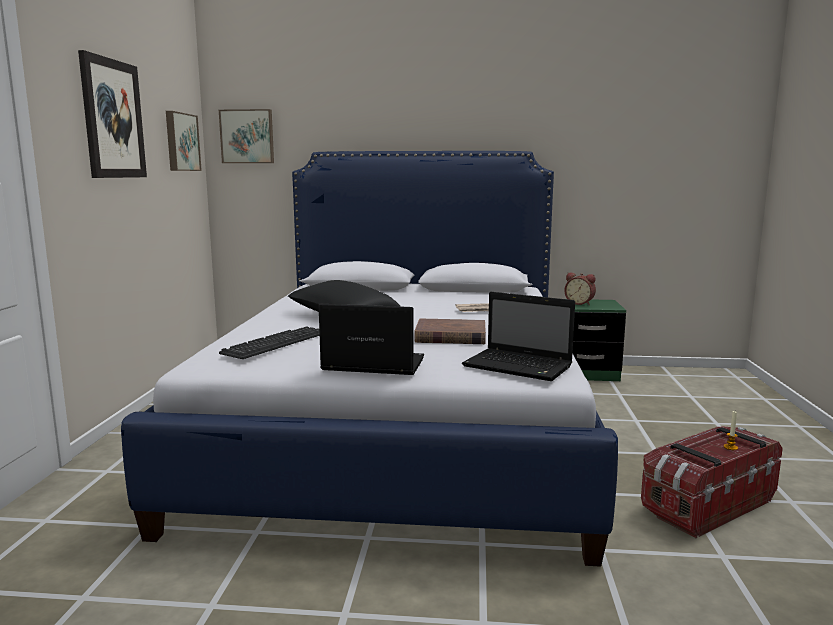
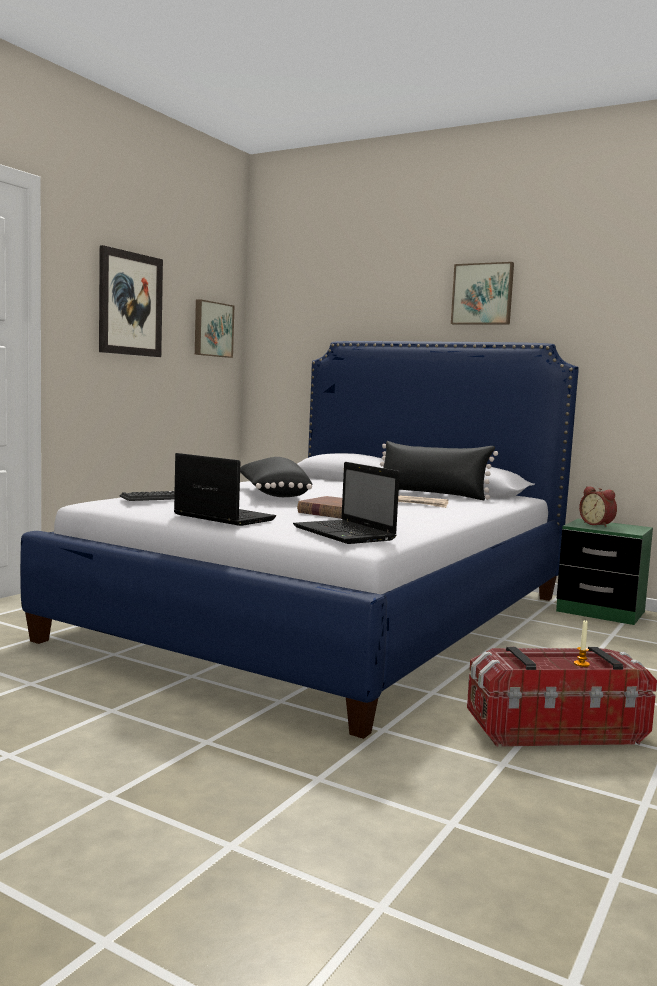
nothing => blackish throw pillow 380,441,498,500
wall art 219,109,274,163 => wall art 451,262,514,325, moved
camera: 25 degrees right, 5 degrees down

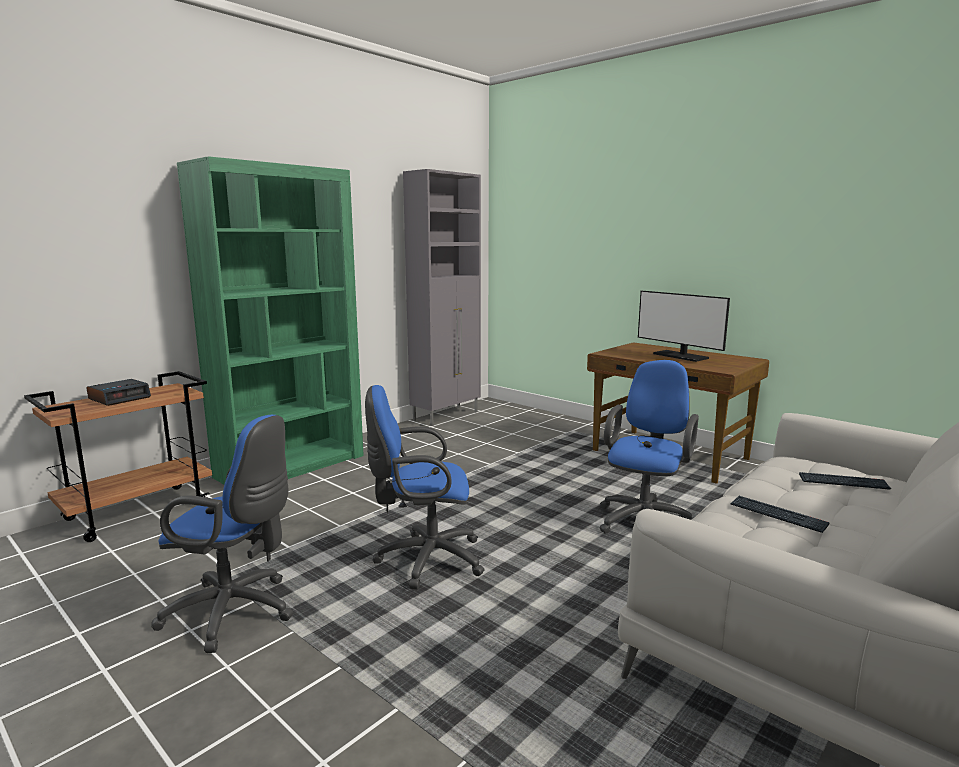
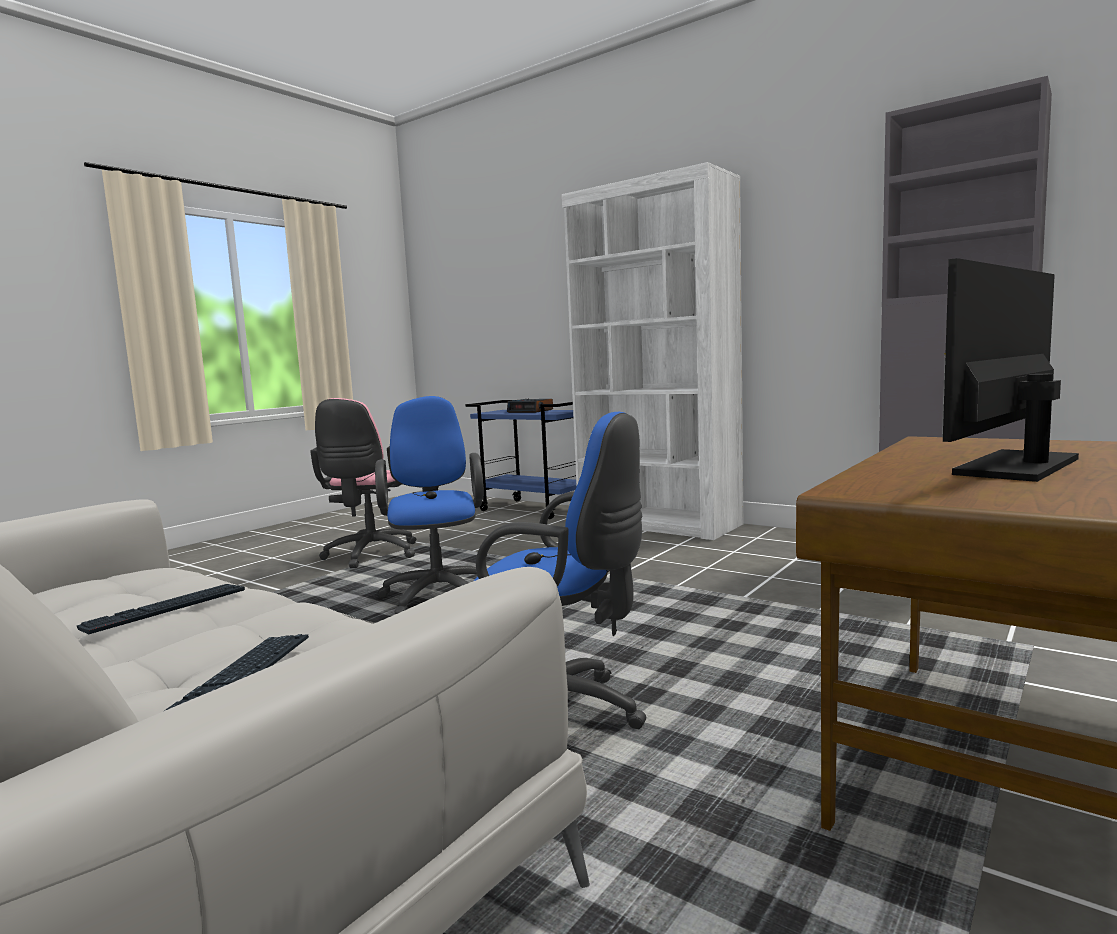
bluish office chair 151,415,293,653 => pink office chair 310,398,417,568
brownish cart 24,371,212,542 => bluish cart 465,400,577,519
green-coloured bookcase 177,156,364,485 => white bookcase 562,162,743,540
camera: 85 degrees right, 5 degrees down

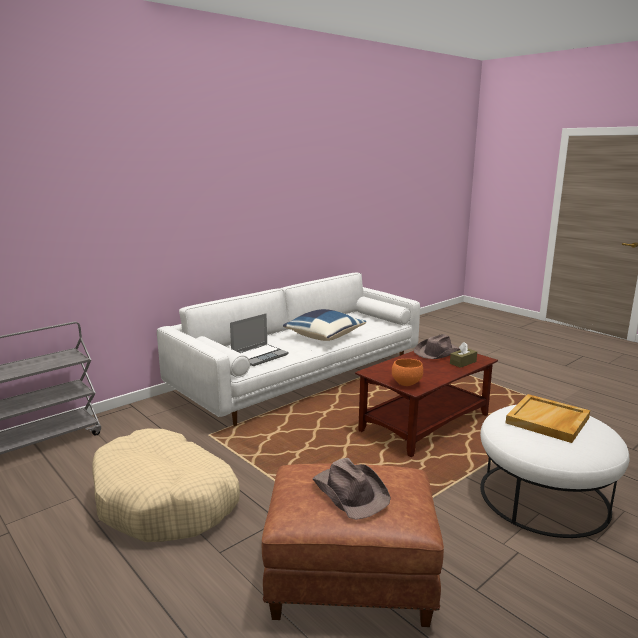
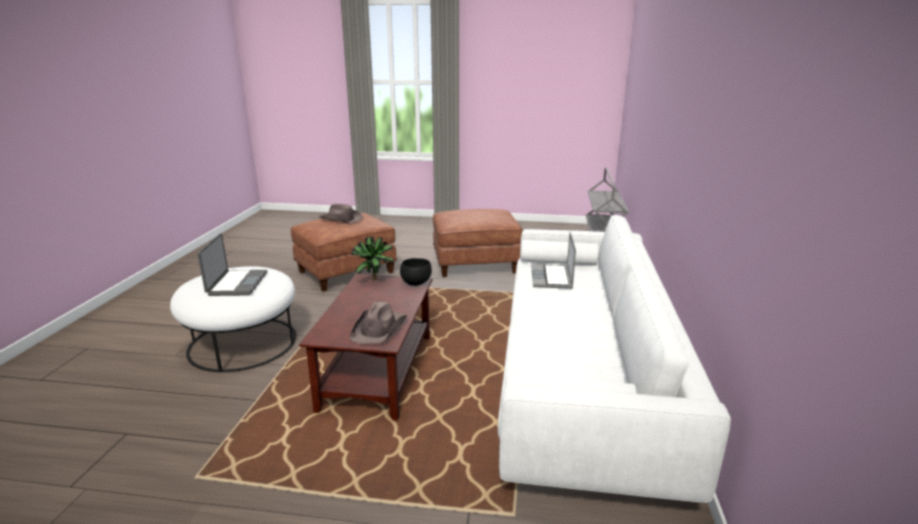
sand-coloured tray 506,394,590,443 => notebook computer 197,234,267,296
orangey bowl 392,359,423,386 => houseplant 351,237,394,280
nothing => blackish bowl 400,258,432,286
sand-coloured dog cushion 93,428,240,542 => brownish pouffe 433,209,523,277
bluish throw pillow 283,309,366,341 => nothing
brownish box of tissues 450,342,477,368 => nothing
camera: 140 degrees right, 5 degrees up

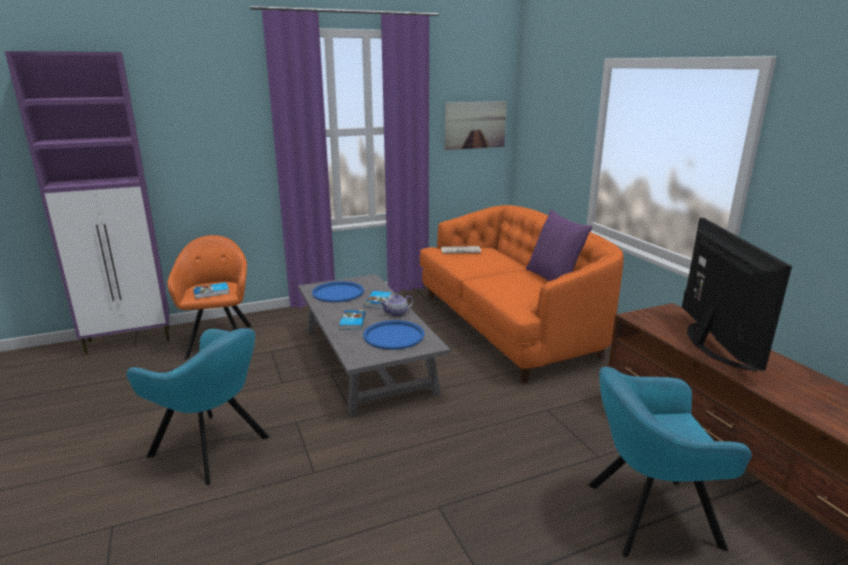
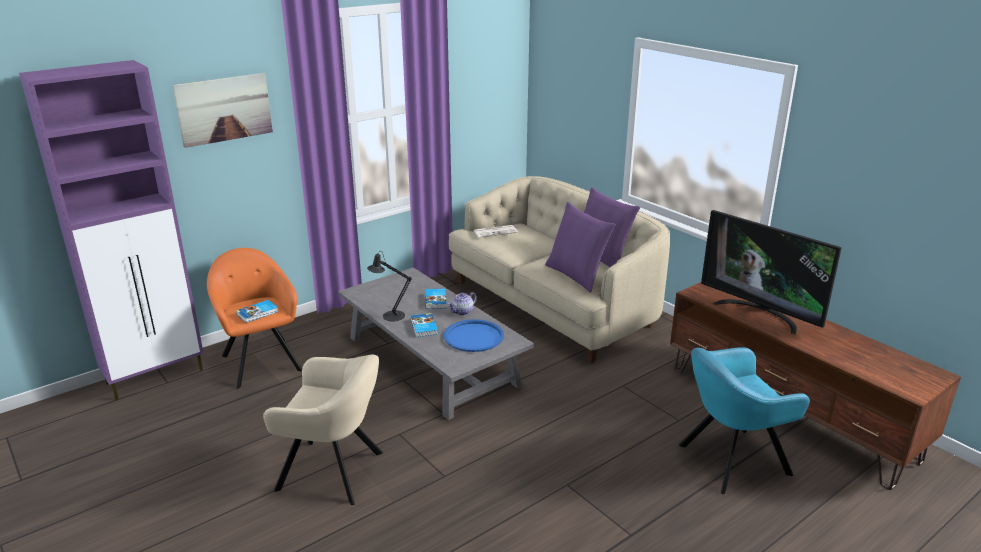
wall art 445,101,507,150 => wall art 172,73,273,148, moved
blue-green armchair 126,328,270,485 => sand-coloured armchair 263,355,383,505
nothing => blackish tabletop lamp 367,251,412,322
orangey settee 420,205,623,383 => sand-coloured settee 449,176,670,364
nothing => purple-coloured throw pillow 545,202,616,293
TV 682,218,792,371 => TV 701,210,842,335, 150 degrees clockwise
bluish tray 312,281,364,302 => nothing
camera: 15 degrees left, 5 degrees up

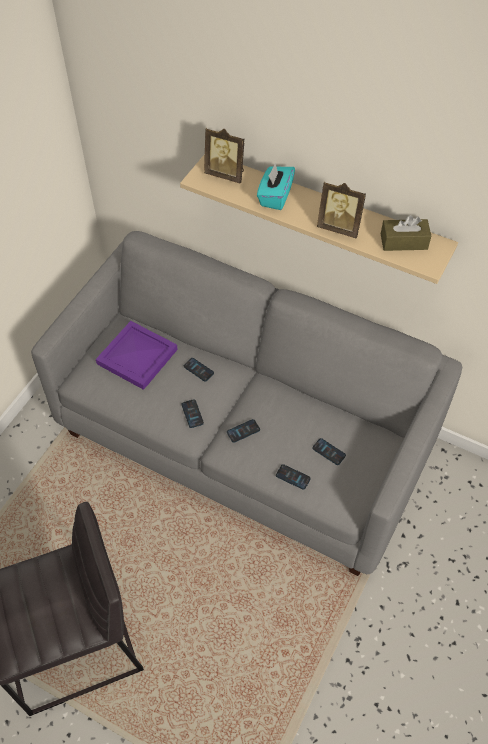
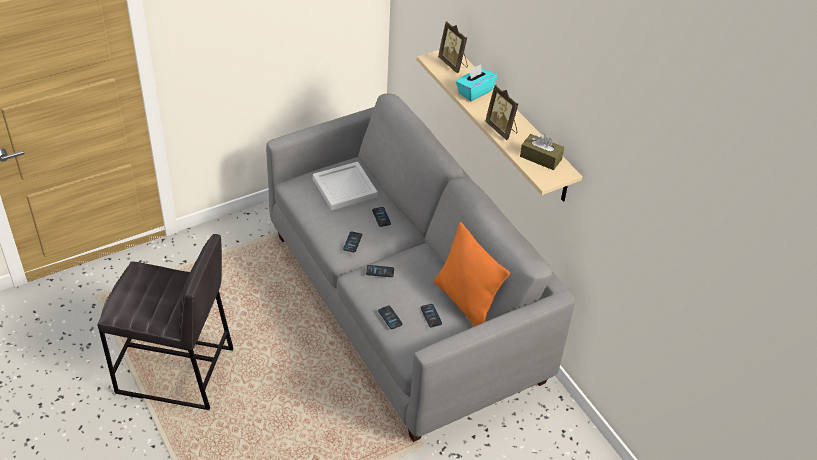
purple-coloured tray 96,321,178,390 => white tray 313,162,378,211
nothing => orangey throw pillow 434,222,510,326
camera: 30 degrees right, 10 degrees down

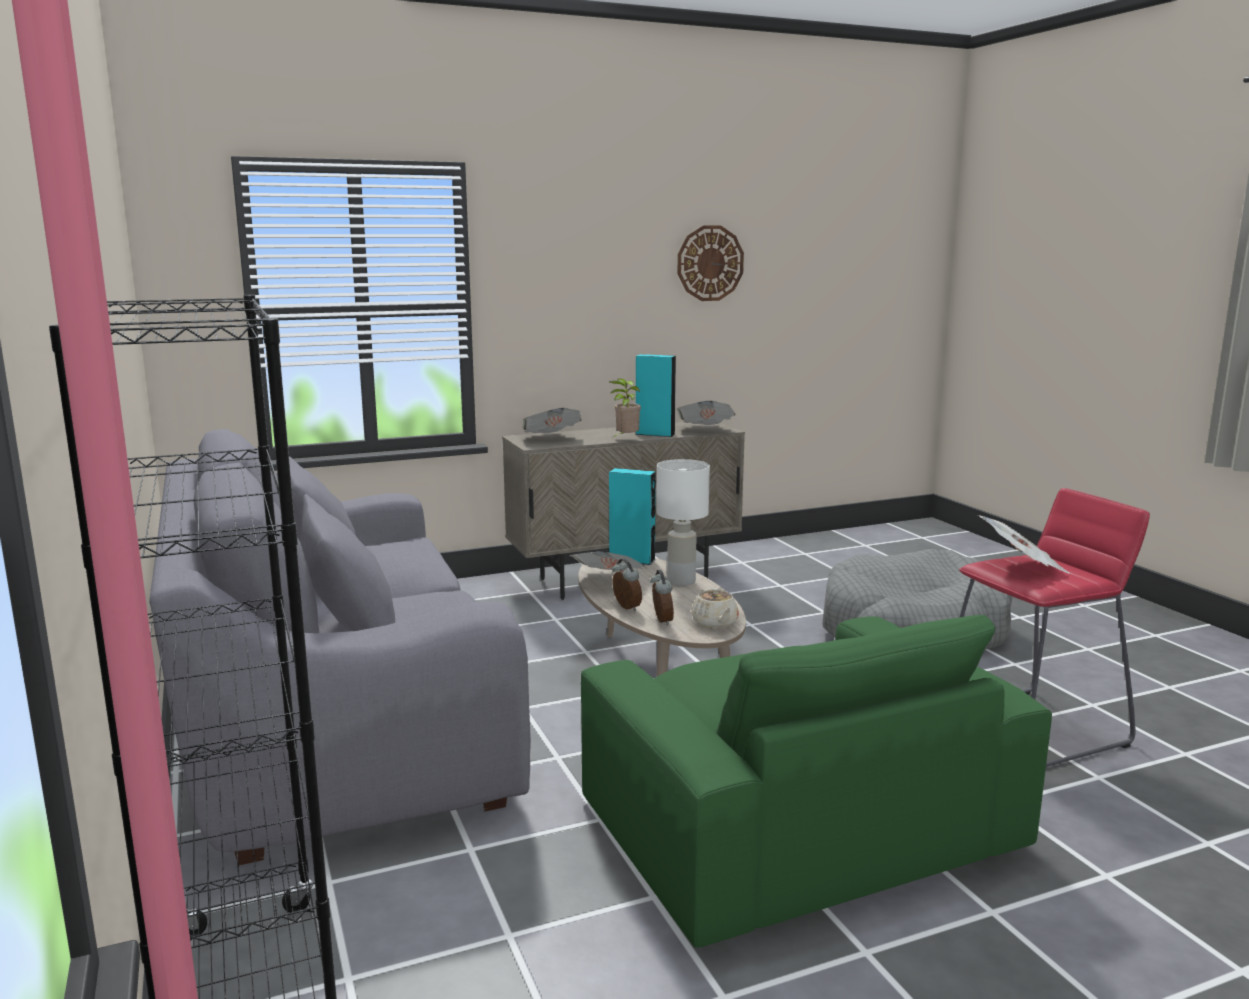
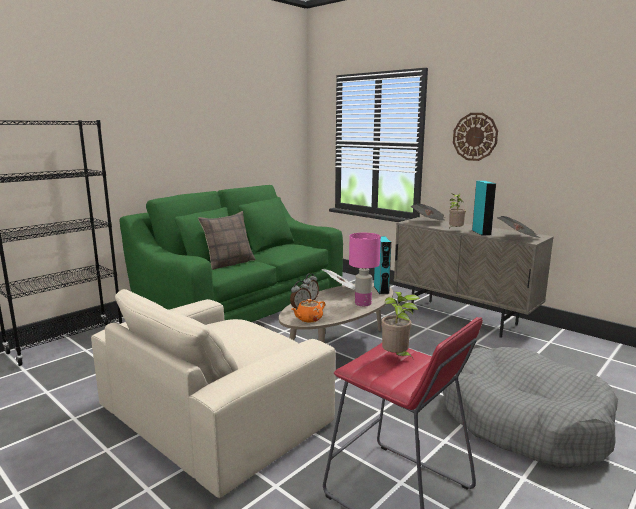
green-coloured armchair 581,615,1052,948 => sand-coloured armchair 91,289,335,498
gray settee 149,429,531,865 => green-coloured settee 119,185,343,322
nothing => throw pillow 198,211,255,270
sand-coloured teapot 691,587,739,629 => orangey teapot 292,299,325,322
white tabletop lamp 656,459,710,585 => pink tabletop lamp 349,233,381,306
printed paper 978,515,1071,574 => houseplant 381,292,420,358
clock on the wall 678,226,744,301 => clock on the wall 453,113,498,161, moved
camera: 65 degrees right, 0 degrees up

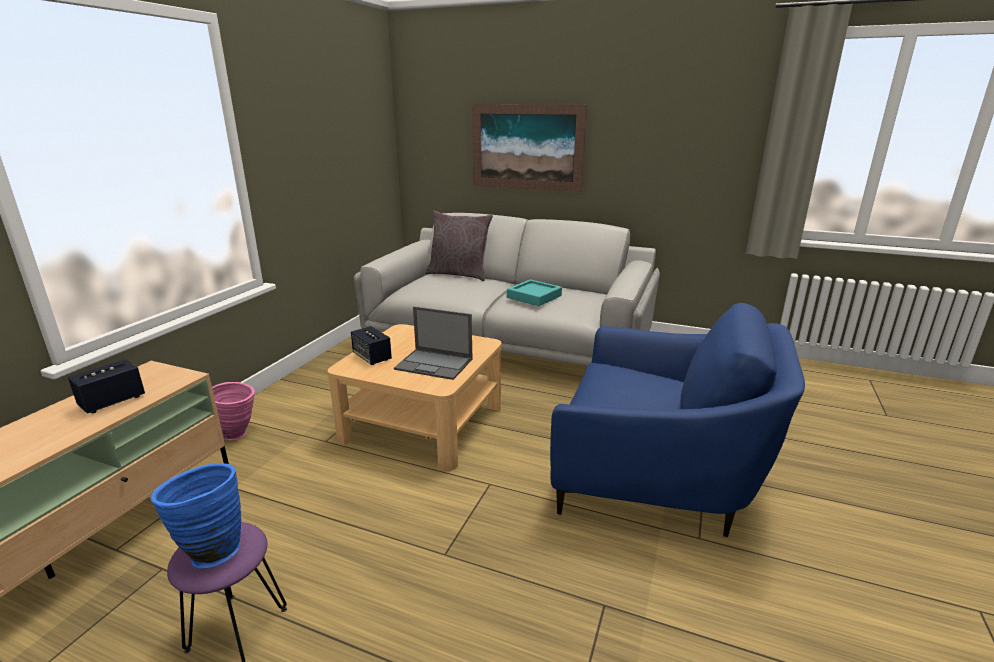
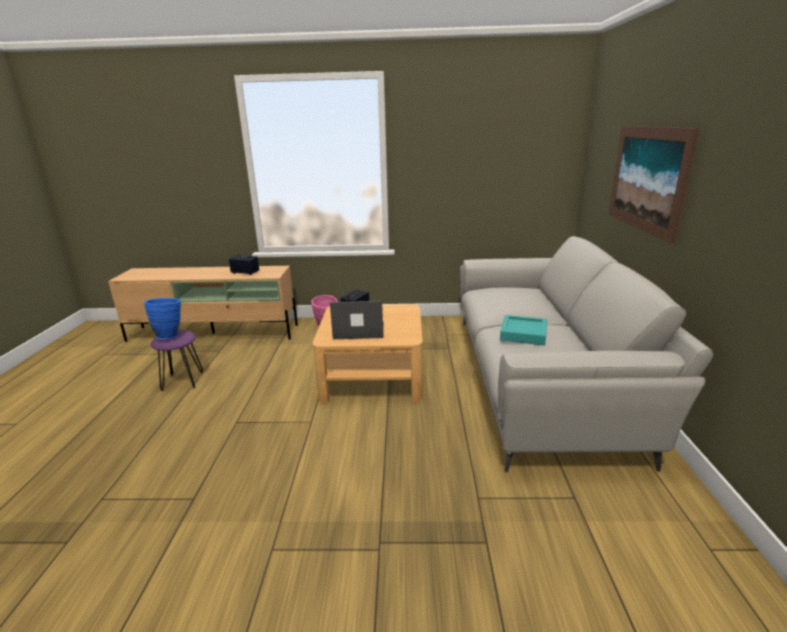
notebook computer 394,306,473,380 => notebook computer 330,301,384,339, 90 degrees clockwise
gray throw pillow 426,211,493,281 => nothing
bluish armchair 550,303,805,537 => nothing
camera: 70 degrees right, 0 degrees up

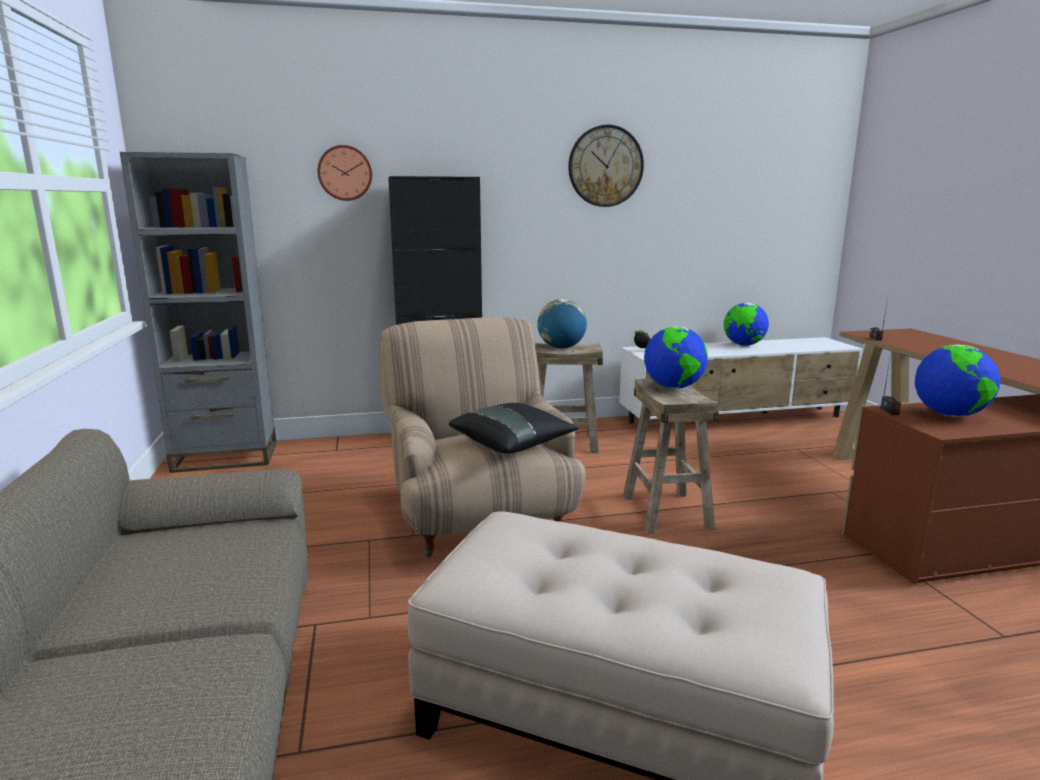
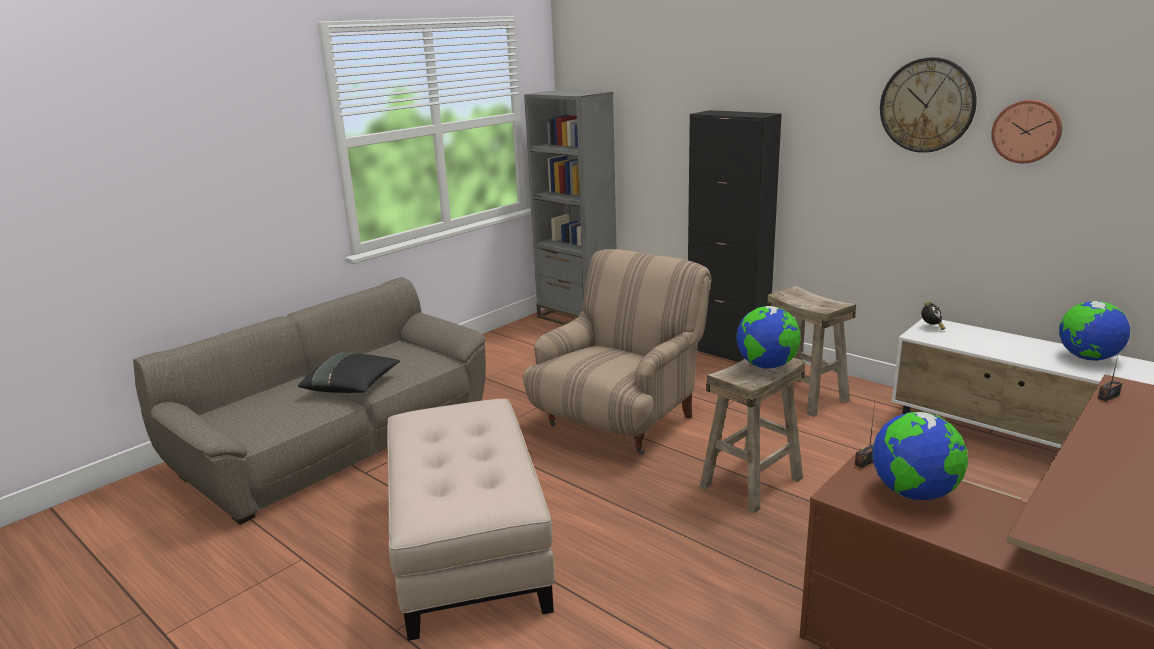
blackish throw pillow 449,403,579,454 => blackish throw pillow 298,353,400,393, moved
clock on the wall 317,145,372,201 => clock on the wall 991,100,1062,163, moved
desk globe 537,299,587,349 => nothing
camera: 55 degrees right, 5 degrees up

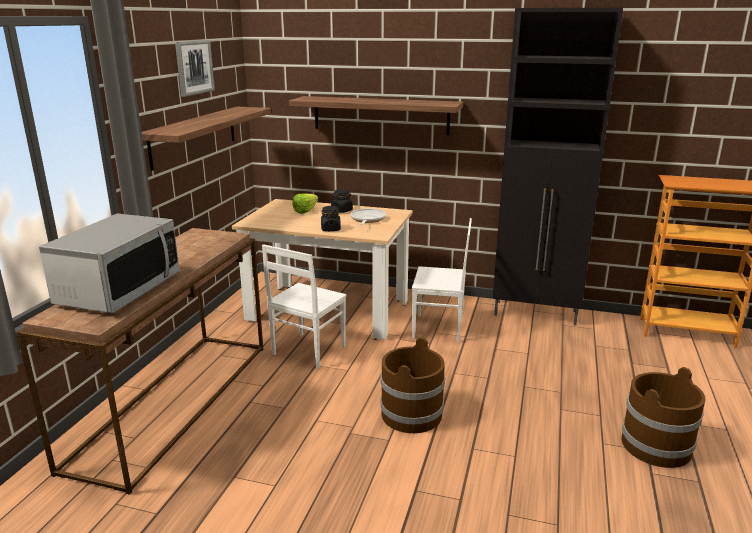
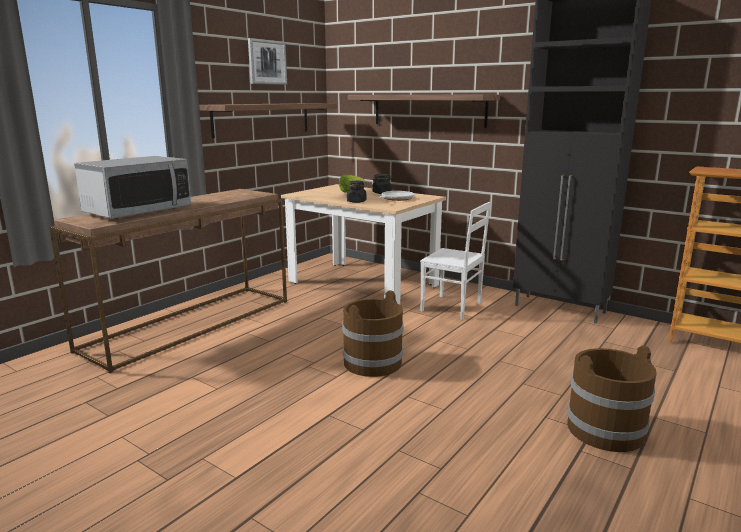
white upright chair 262,244,347,369 => nothing
camera: 20 degrees right, 5 degrees down

